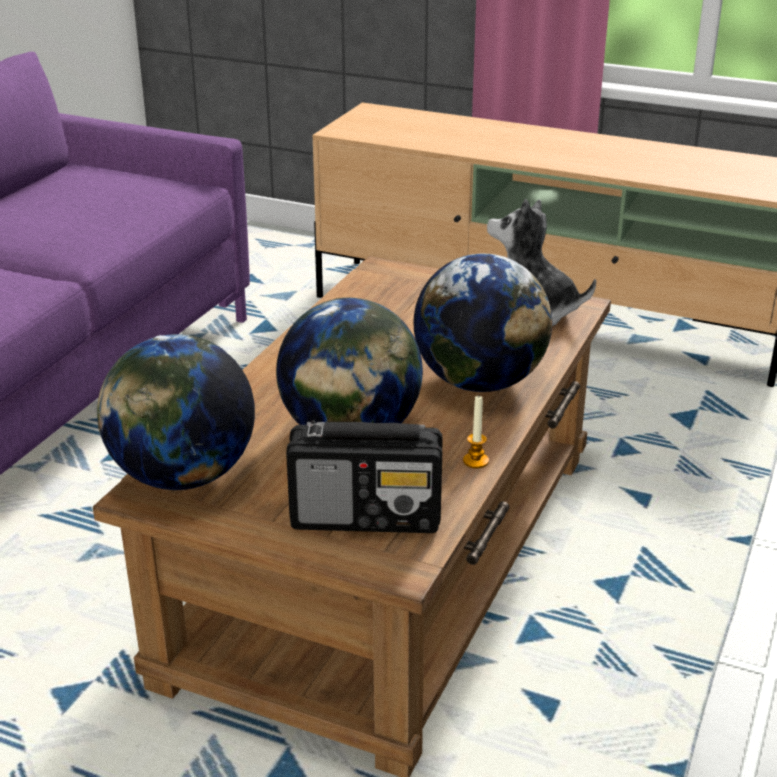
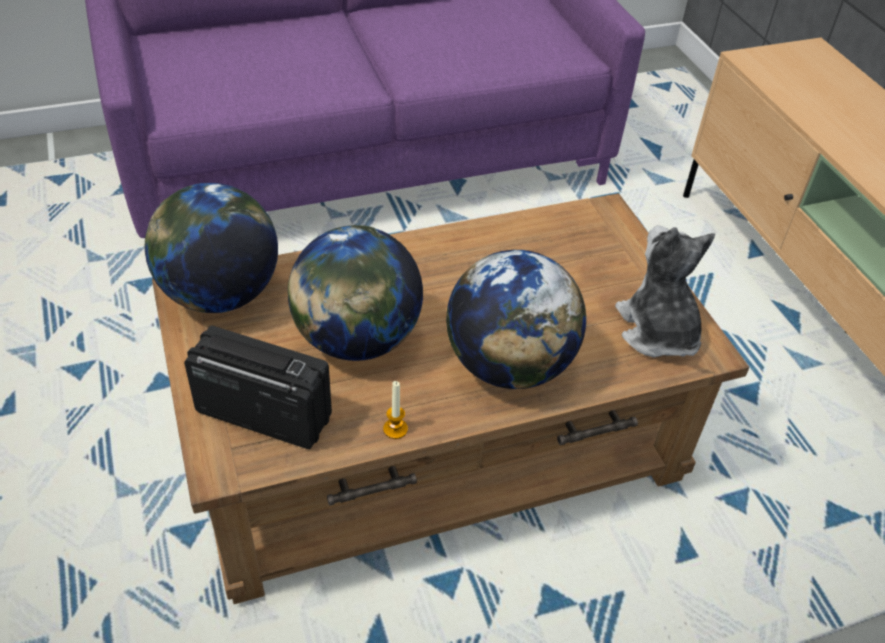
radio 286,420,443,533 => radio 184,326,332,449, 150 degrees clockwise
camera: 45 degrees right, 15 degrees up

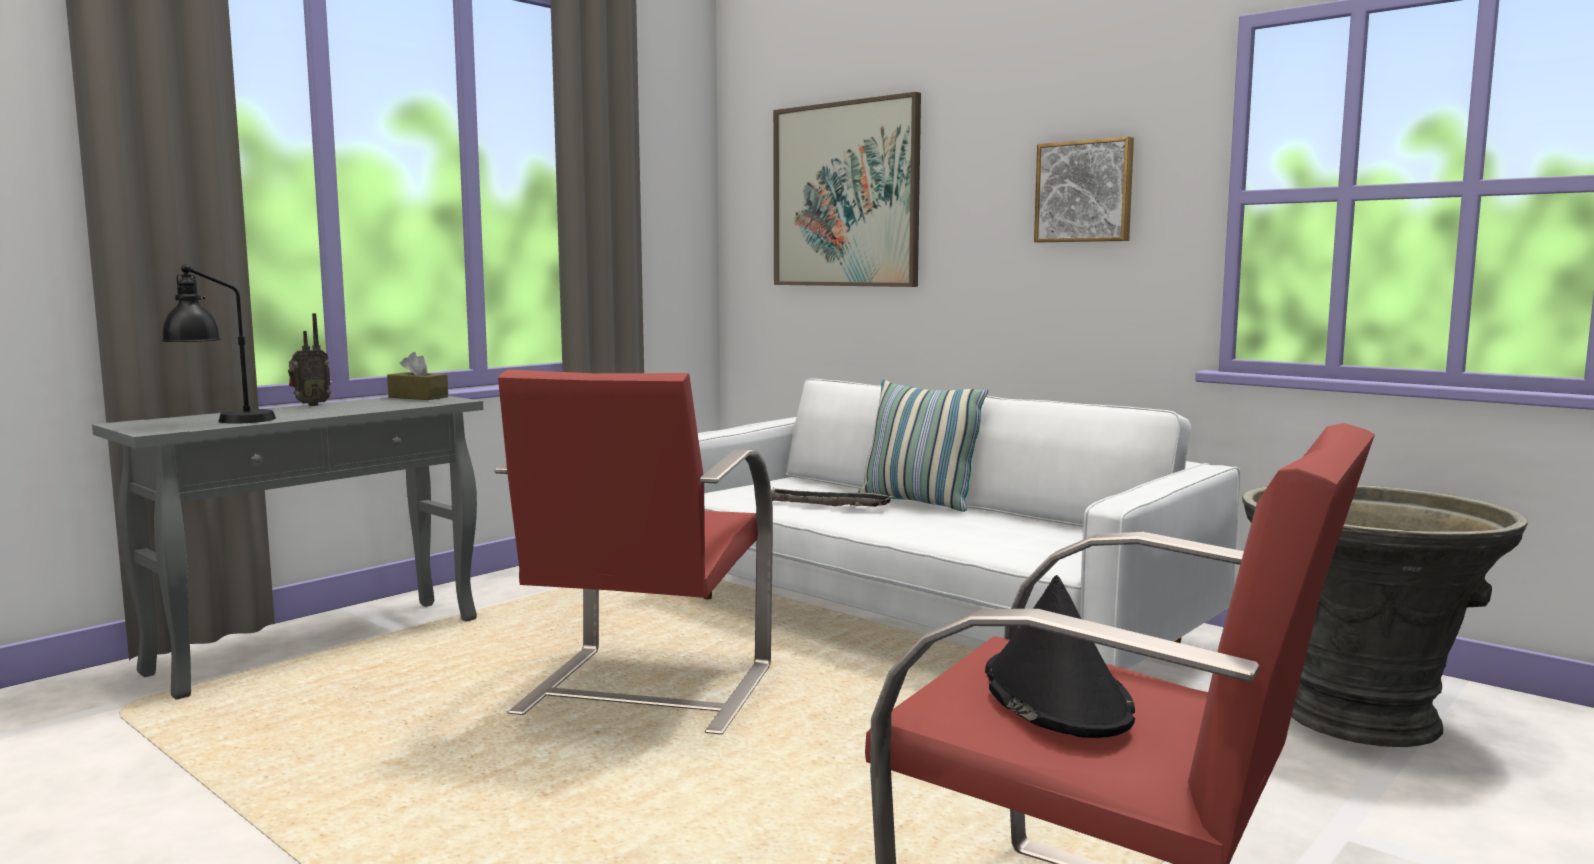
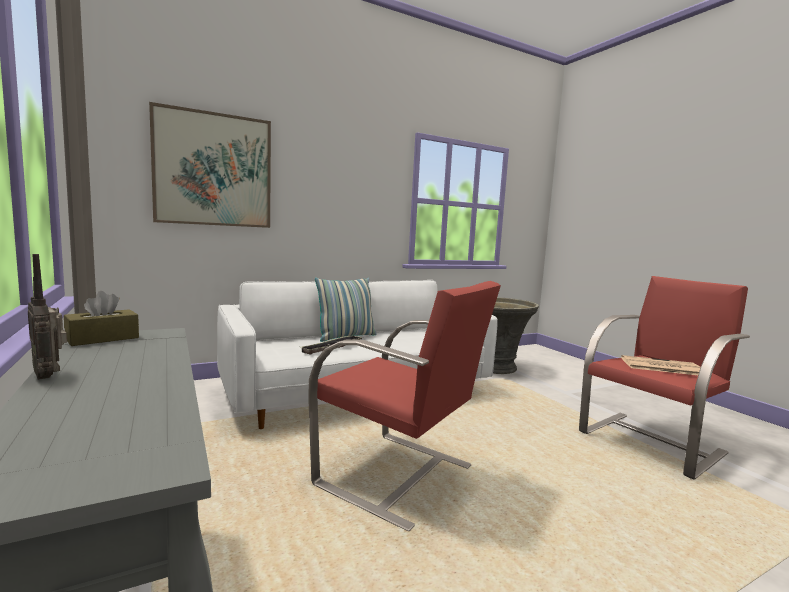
radio 288,313,331,406 => radio 28,254,67,380, 150 degrees clockwise
blackish hat 985,575,1135,738 => printed paper 621,355,700,375
blackish tabletop lamp 161,264,276,424 => nothing
wall art 1034,136,1134,242 => nothing
camera: 70 degrees left, 0 degrees up

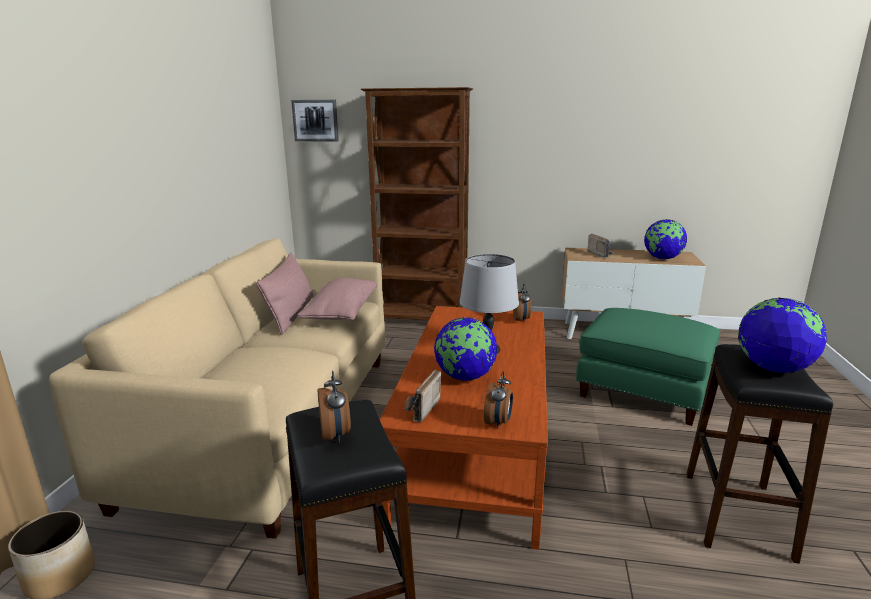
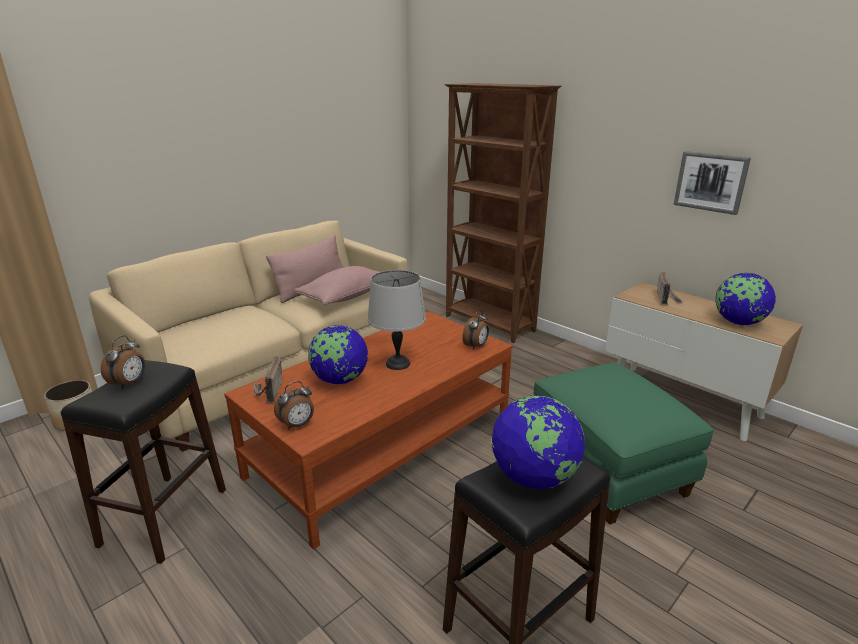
radio 405,370,441,422 => radio 253,357,283,403, 60 degrees counterclockwise
wall art 291,100,339,141 => wall art 674,151,751,215, moved
camera: 35 degrees right, 5 degrees up

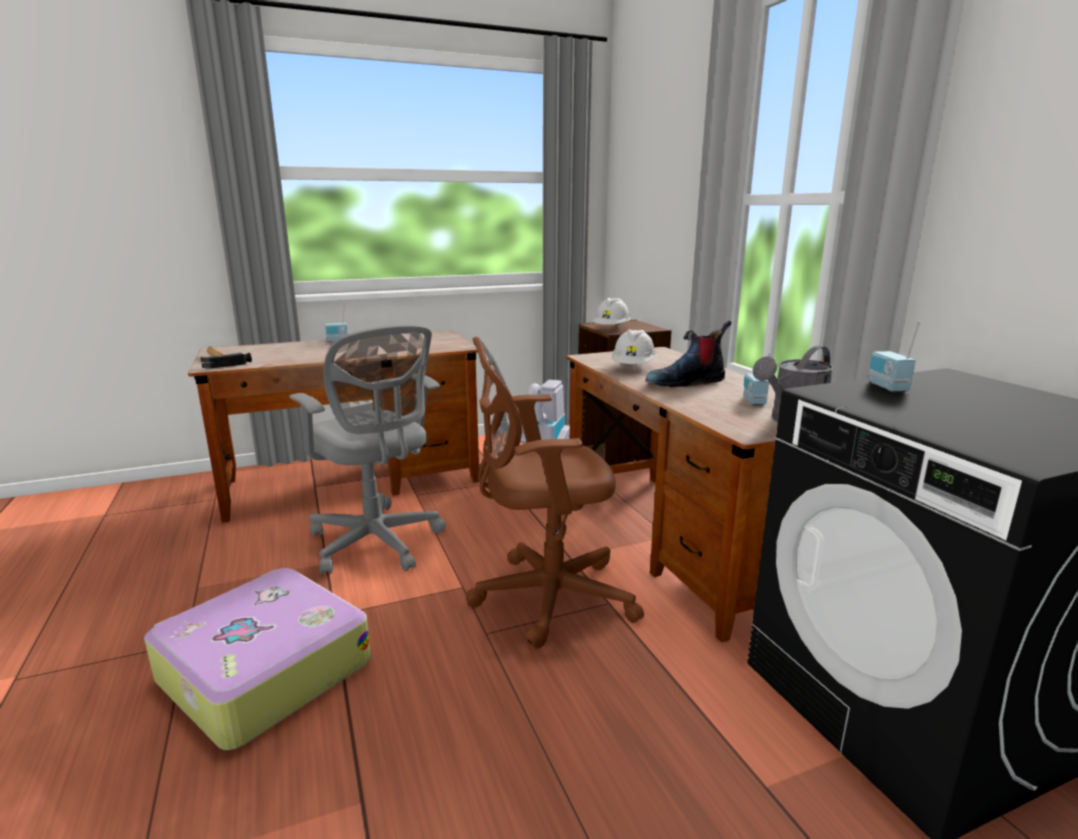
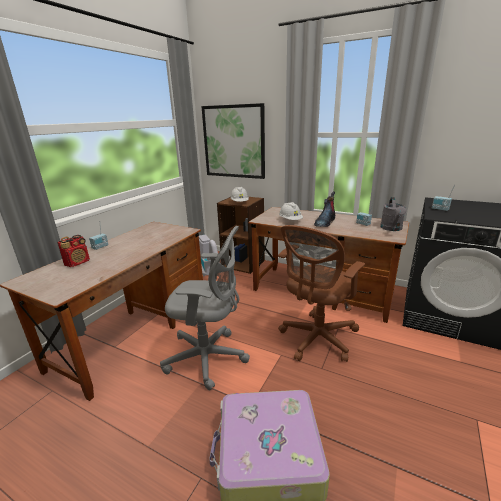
nothing => radio 58,235,90,267
nothing => wall art 201,103,265,179
hammer 201,347,252,368 => nothing
camera: 40 degrees left, 5 degrees up

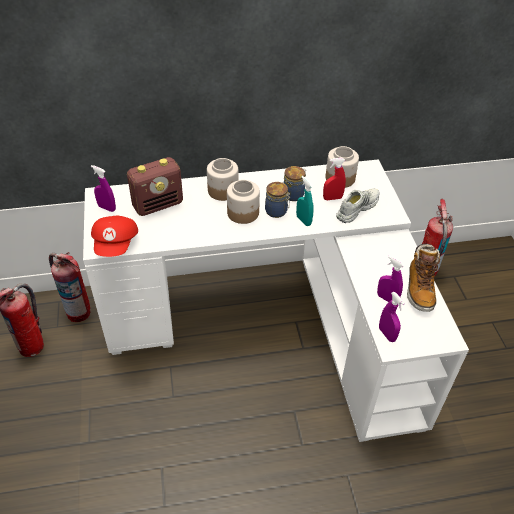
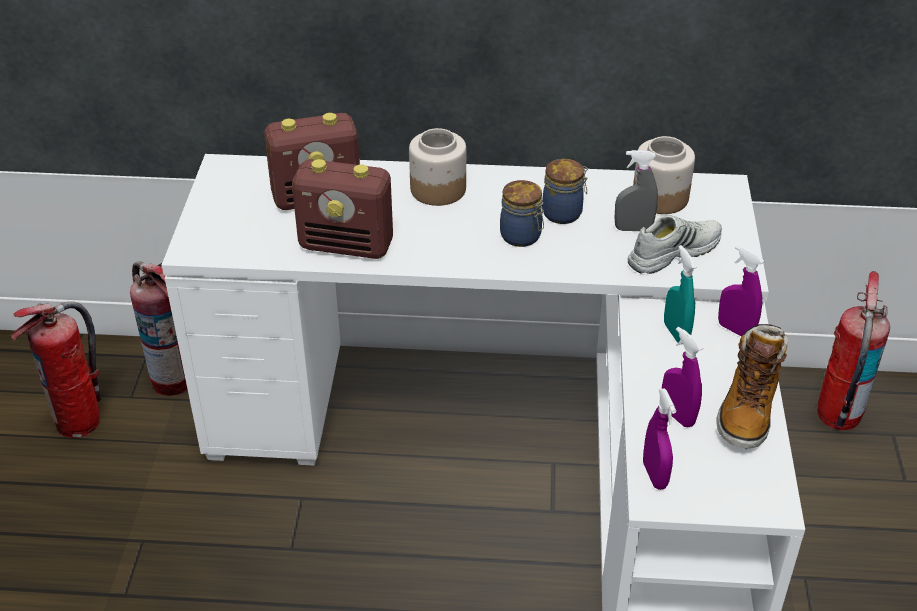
nothing => radio 292,159,393,259
red-coloured spray bottle 323,158,346,200 => gray spray bottle 615,150,658,231
blue-green spray bottle 296,176,314,226 => blue-green spray bottle 664,245,697,344, moved
purple-coloured spray bottle 91,165,116,212 => purple-coloured spray bottle 718,245,764,336, moved
red-coloured peaked cap 91,216,138,257 => nothing
preserve jar 227,180,260,224 => nothing
camera: 15 degrees right, 5 degrees down

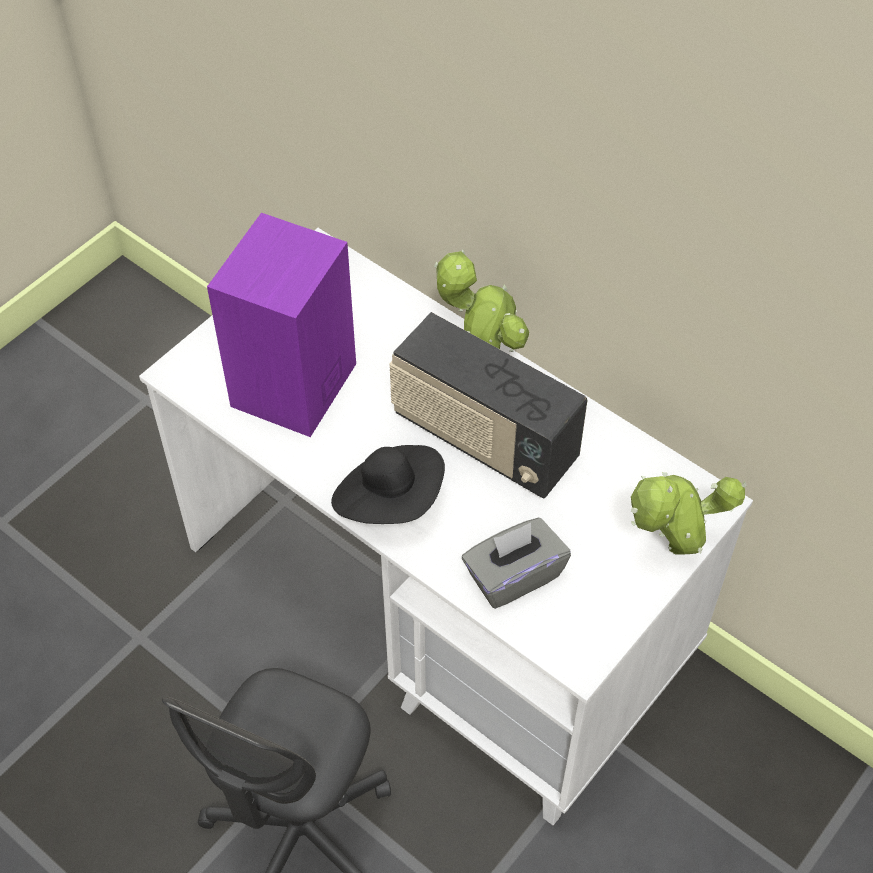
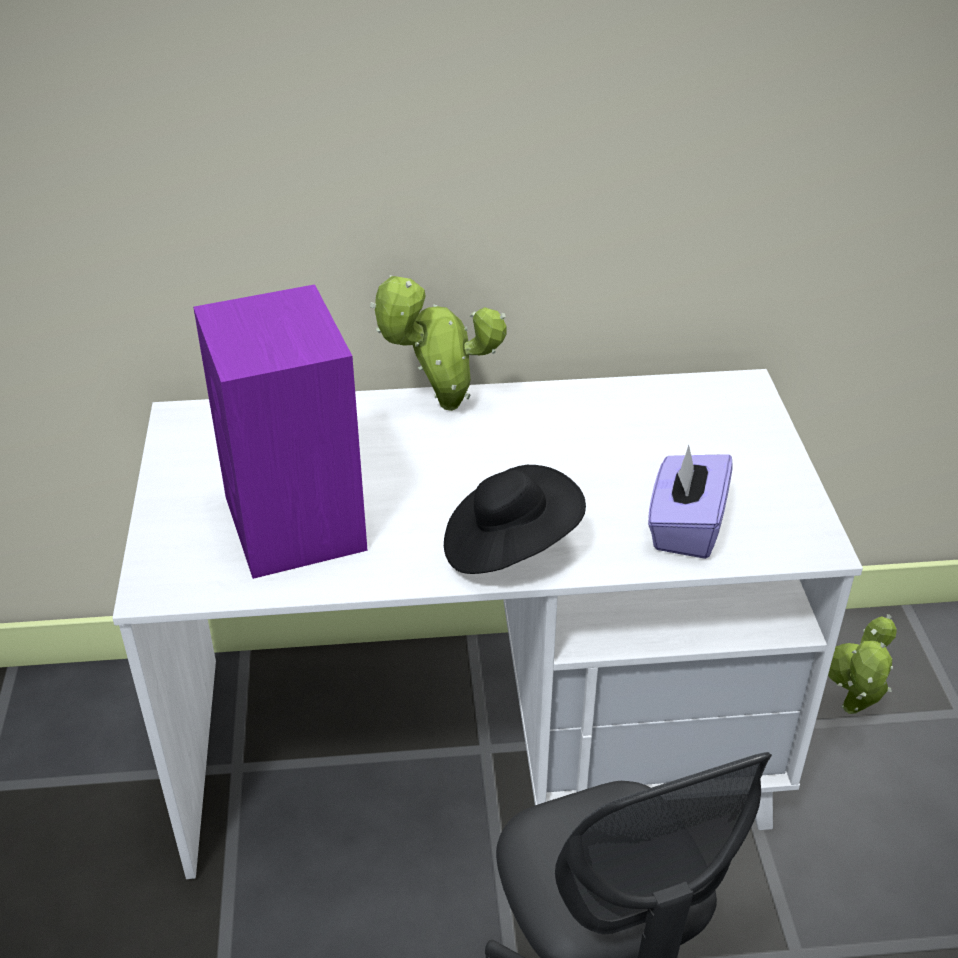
gray box of tissues 462,518,571,609 => purple-coloured box of tissues 648,445,732,559
houseplant 631,472,747,555 => houseplant 828,614,897,714, moved
radio 389,312,588,499 => nothing
camera: 45 degrees left, 15 degrees down

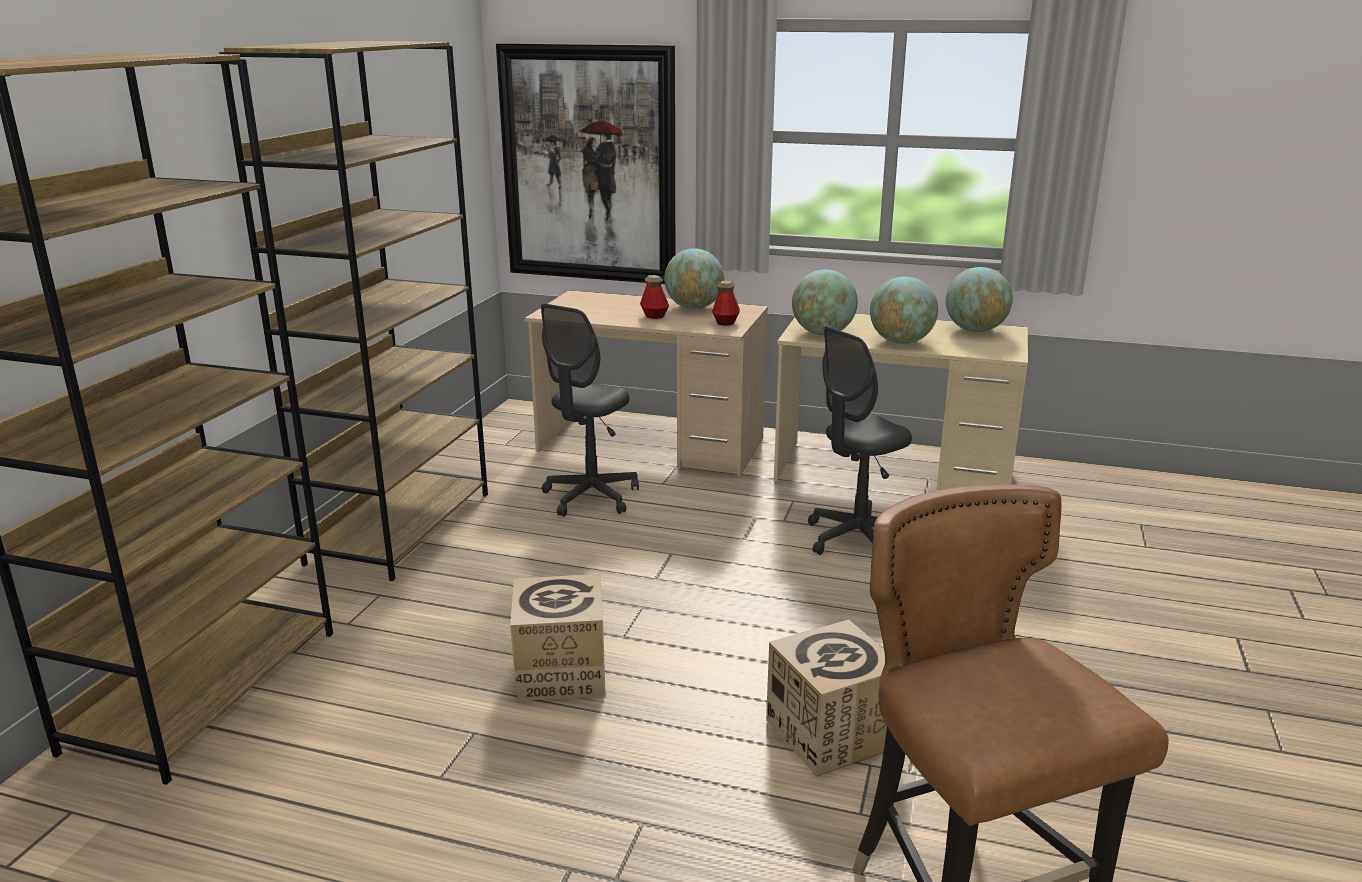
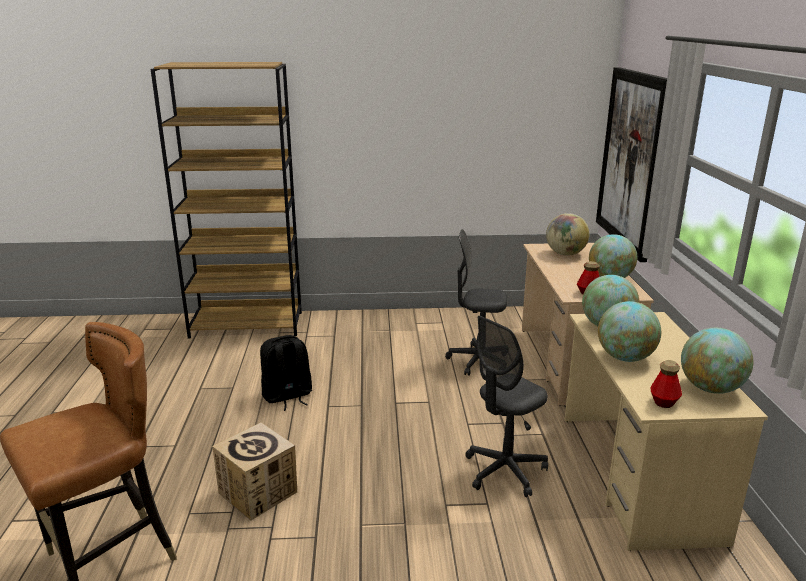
cardboard box 510,574,606,701 => blackish backpack 260,335,312,411
gray office chair 808,326,912,555 => gray office chair 465,316,548,497, 75 degrees counterclockwise
nothing => desk globe 546,213,589,256
drink bottle 640,275,669,319 => drink bottle 651,360,682,408, moved
brownish bookcase 219,41,488,581 => nothing
camera: 70 degrees right, 0 degrees up

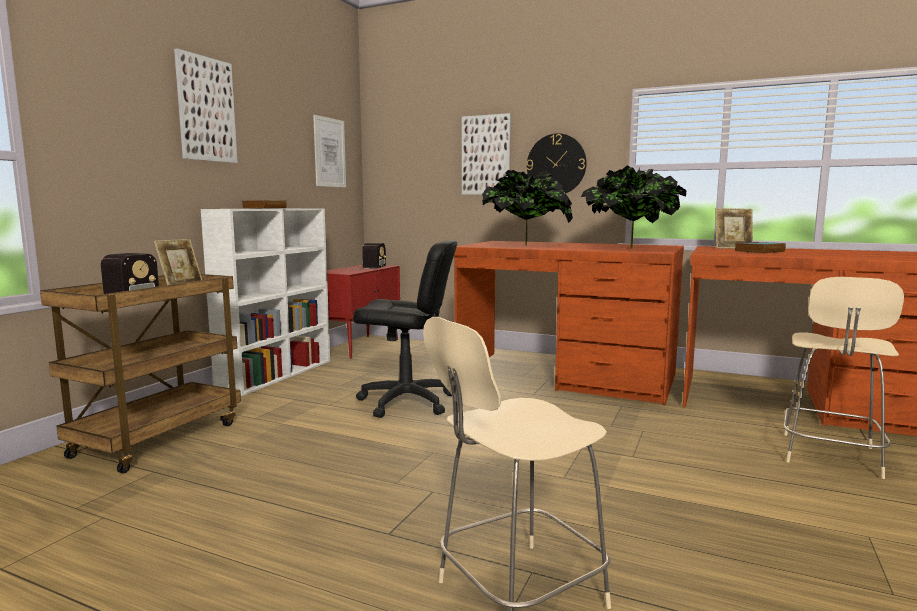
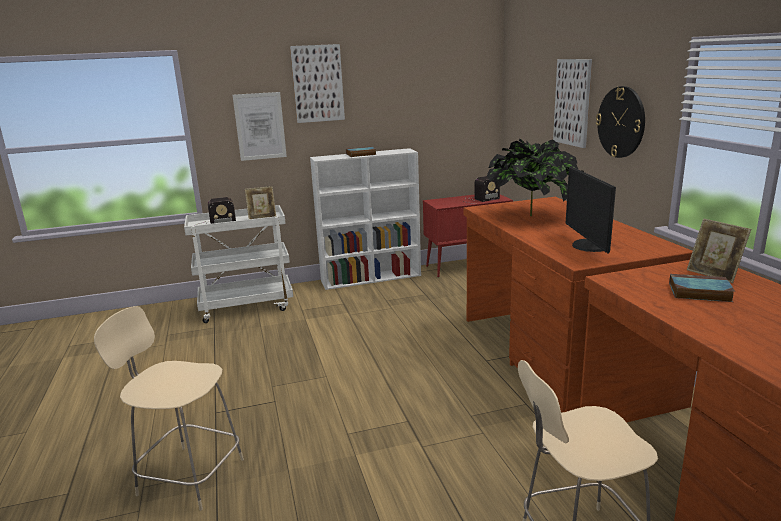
brownish cart 40,274,241,473 => white cart 184,205,293,323
wall art 313,115,346,187 => wall art 233,92,287,161, moved
houseplant 581,166,687,249 => computer screen 566,166,616,253
blackish office chair 353,240,457,418 => nothing
camera: 50 degrees right, 10 degrees up

